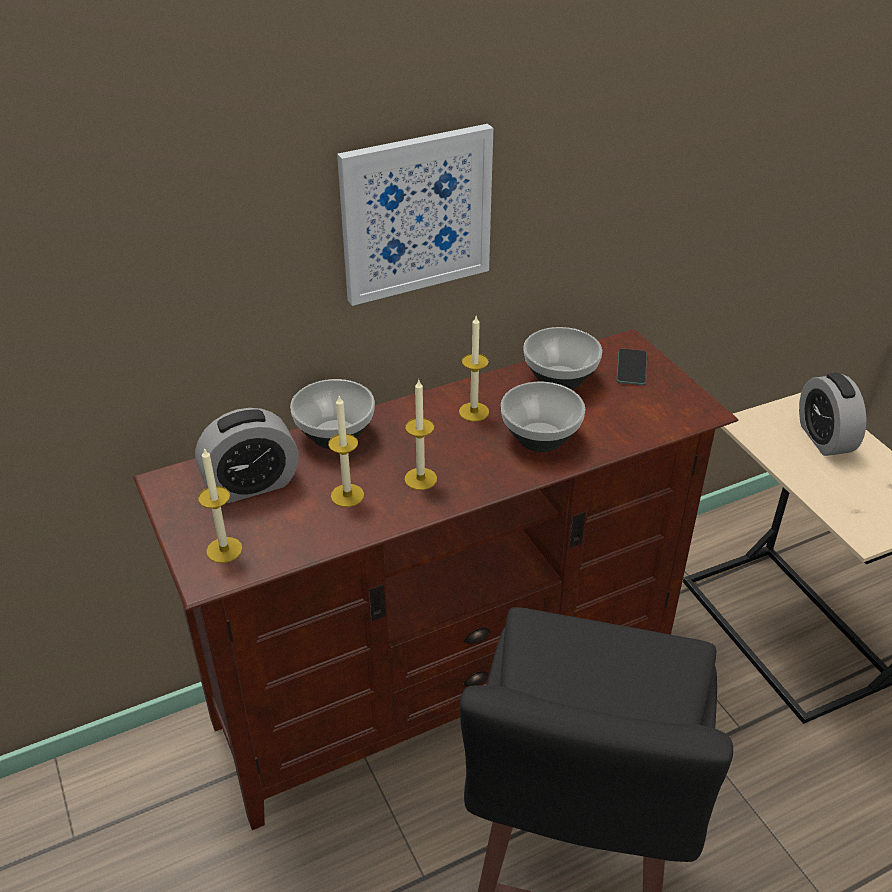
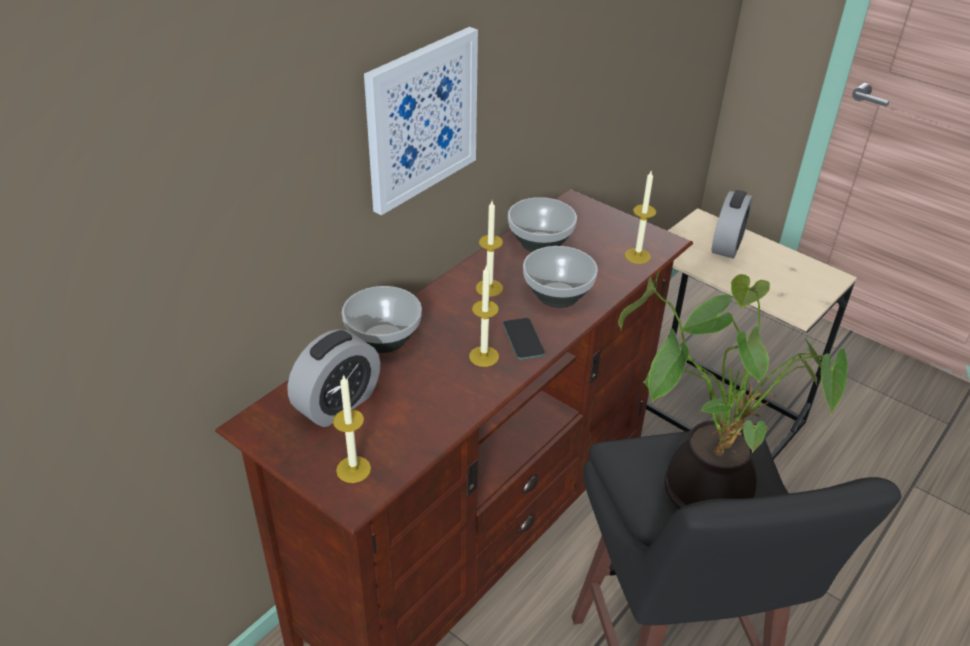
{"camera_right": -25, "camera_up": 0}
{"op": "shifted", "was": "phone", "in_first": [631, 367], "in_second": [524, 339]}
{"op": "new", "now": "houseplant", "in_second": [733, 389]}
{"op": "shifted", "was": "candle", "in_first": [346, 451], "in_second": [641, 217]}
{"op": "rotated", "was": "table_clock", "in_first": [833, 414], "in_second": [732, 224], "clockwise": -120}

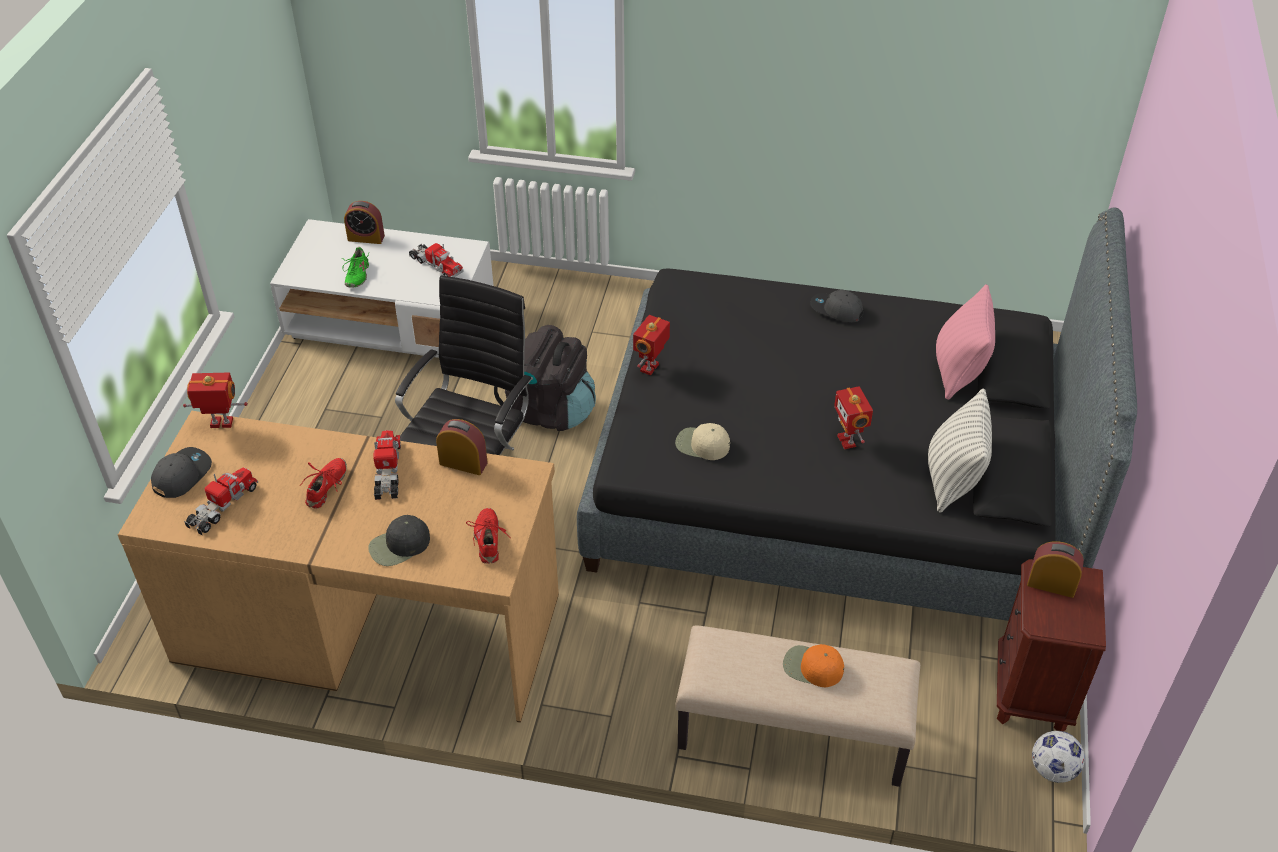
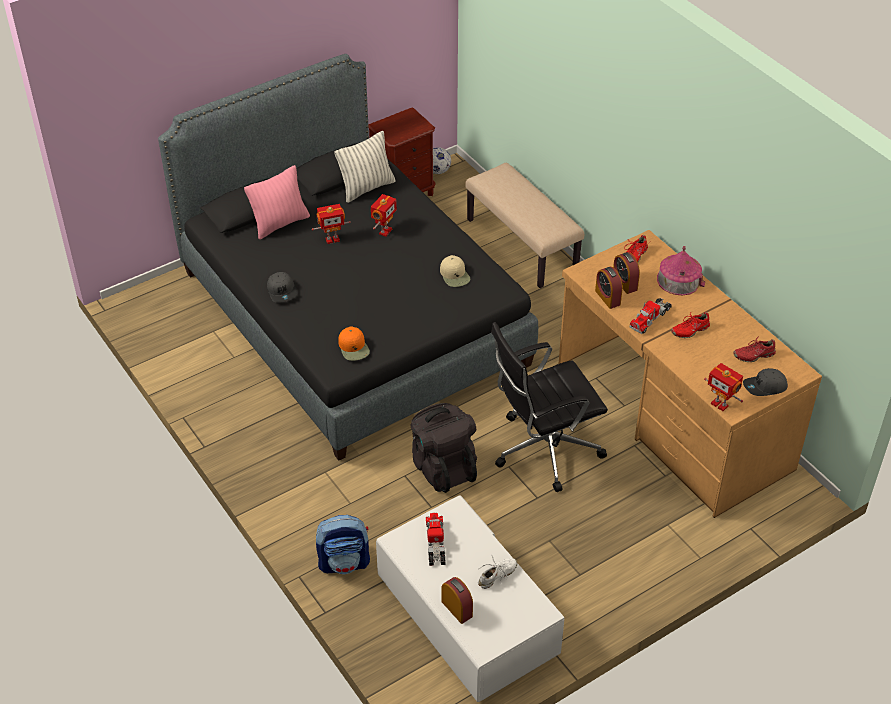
{"camera_right": -135, "camera_up": 0}
{"op": "shifted", "was": "robot_figure", "in_first": [651, 345], "in_second": [331, 224]}
{"op": "new", "now": "backpack", "in_second": [343, 544]}
{"op": "shifted", "was": "orange-coloured_peaked_cap", "in_first": [813, 665], "in_second": [354, 343]}
{"op": "repainted", "was": "green-coloured_shoe", "now": "white_shoe", "in_first": [355, 267], "in_second": [497, 571]}
{"op": "shifted", "was": "table_clock", "in_first": [1055, 569], "in_second": [626, 273]}
{"op": "swapped", "was": "black-coloured_peaked_cap", "now": "model_house", "in_first": [399, 540], "in_second": [681, 270]}
{"op": "swapped", "was": "toy_truck", "now": "reddish_shoe", "in_first": [221, 501], "in_second": [754, 349]}

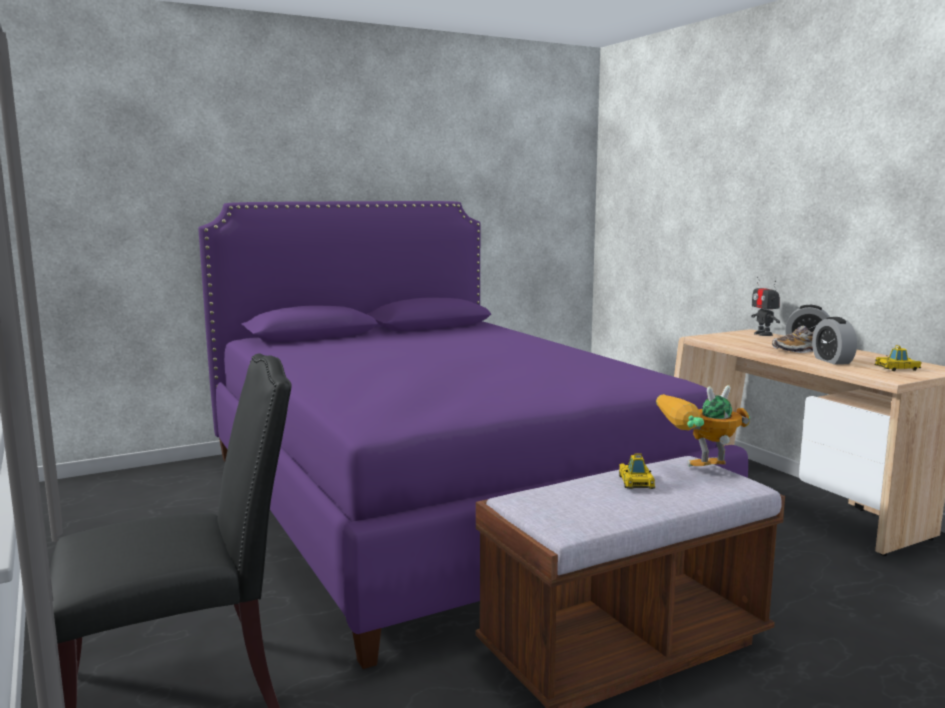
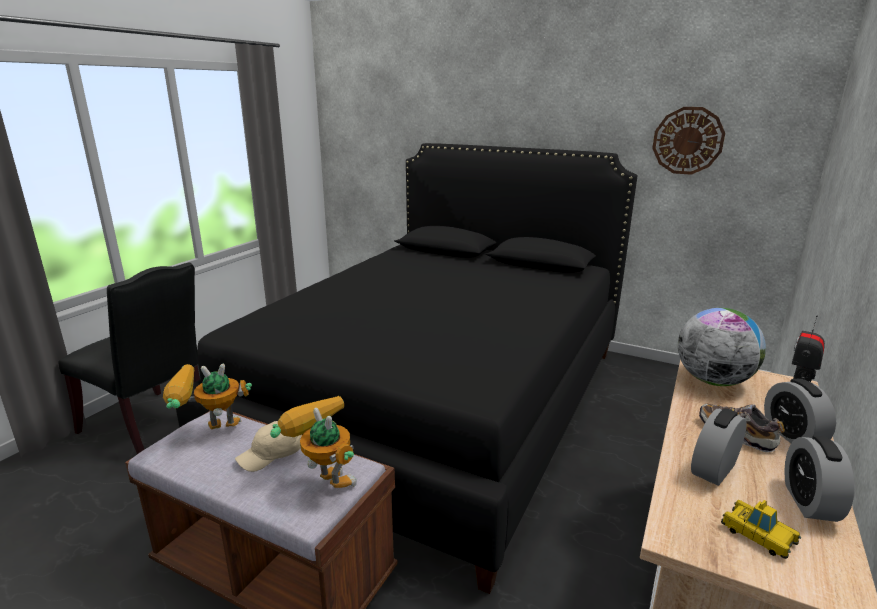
{"camera_right": 55, "camera_up": 10}
{"op": "new", "now": "robot_figure", "in_second": [207, 396]}
{"op": "repainted", "was": "purple_bedroom_bed", "now": "black-coloured_bedroom_bed", "in_first": [473, 435], "in_second": [406, 368]}
{"op": "swapped", "was": "toy_car", "now": "beige-coloured_peaked_cap", "in_first": [637, 471], "in_second": [268, 446]}
{"op": "new", "now": "hanging_clock", "in_second": [688, 141]}
{"op": "new", "now": "world_globe", "in_second": [722, 347]}
{"op": "new", "now": "table_clock", "in_second": [819, 478]}

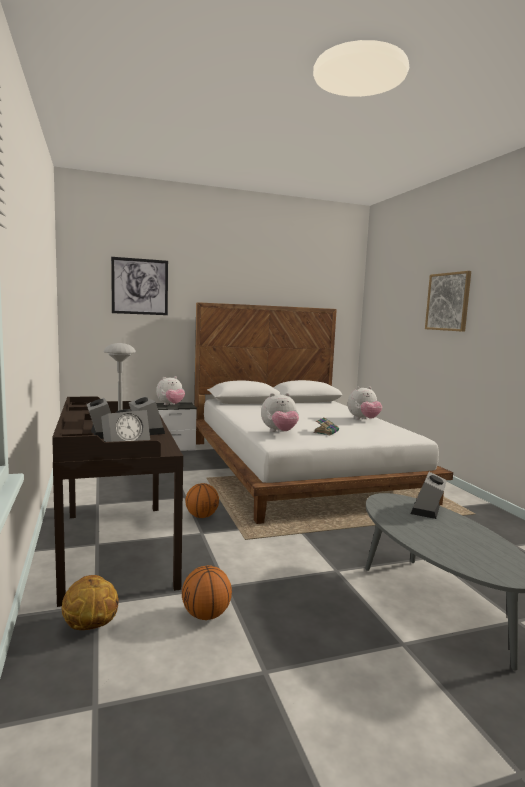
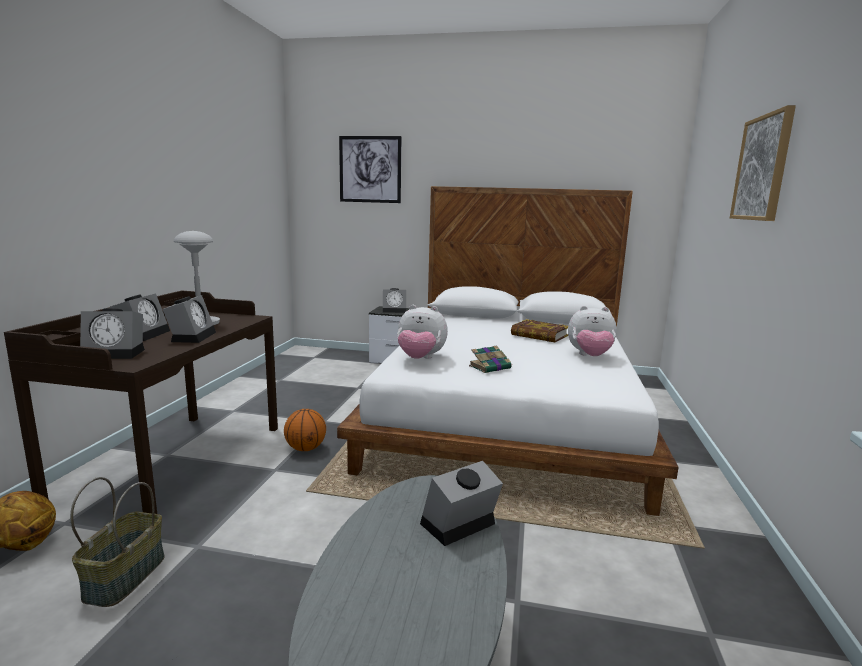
{"camera_right": 30, "camera_up": 5}
{"op": "swapped", "was": "basketball_ball", "now": "storage_basket", "in_first": [207, 592], "in_second": [117, 542]}
{"op": "swapped", "was": "cuddly_toy", "now": "table_clock", "in_first": [170, 390], "in_second": [394, 300]}
{"op": "new", "now": "bound_book", "in_second": [539, 330]}

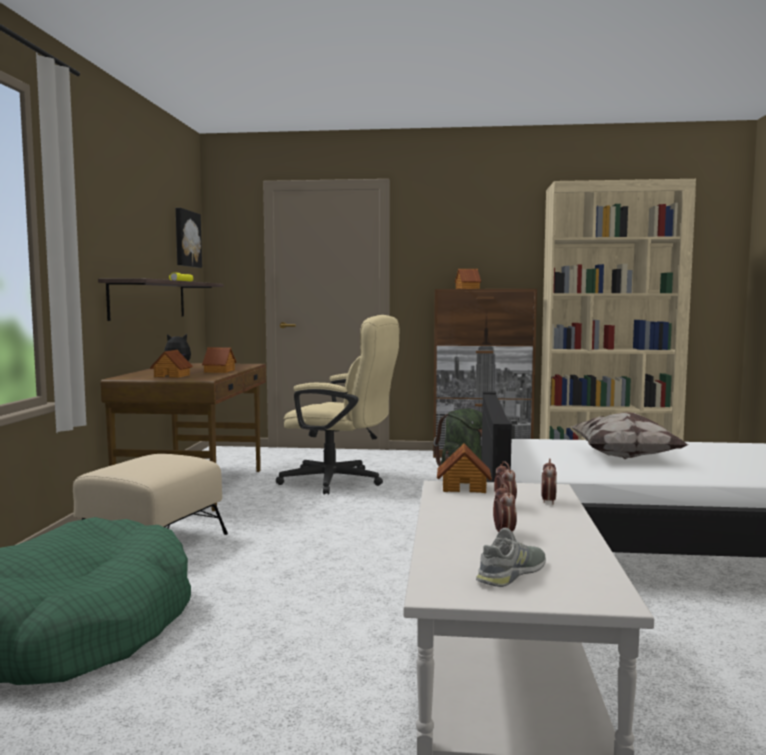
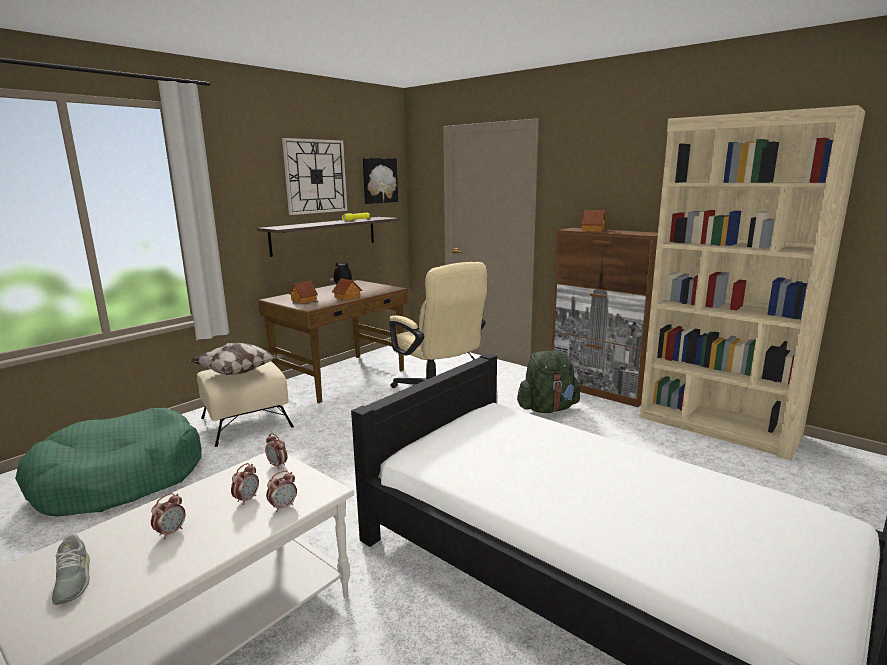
{"camera_right": 35, "camera_up": 10}
{"op": "rotated", "was": "greyish_shoe", "in_first": [511, 557], "in_second": [71, 569], "clockwise": 75}
{"op": "shifted", "was": "pillow", "in_first": [629, 435], "in_second": [237, 358]}
{"op": "swapped", "was": "model_house", "now": "table_clock", "in_first": [464, 468], "in_second": [276, 451]}
{"op": "new", "now": "hanging_clock", "in_second": [315, 176]}

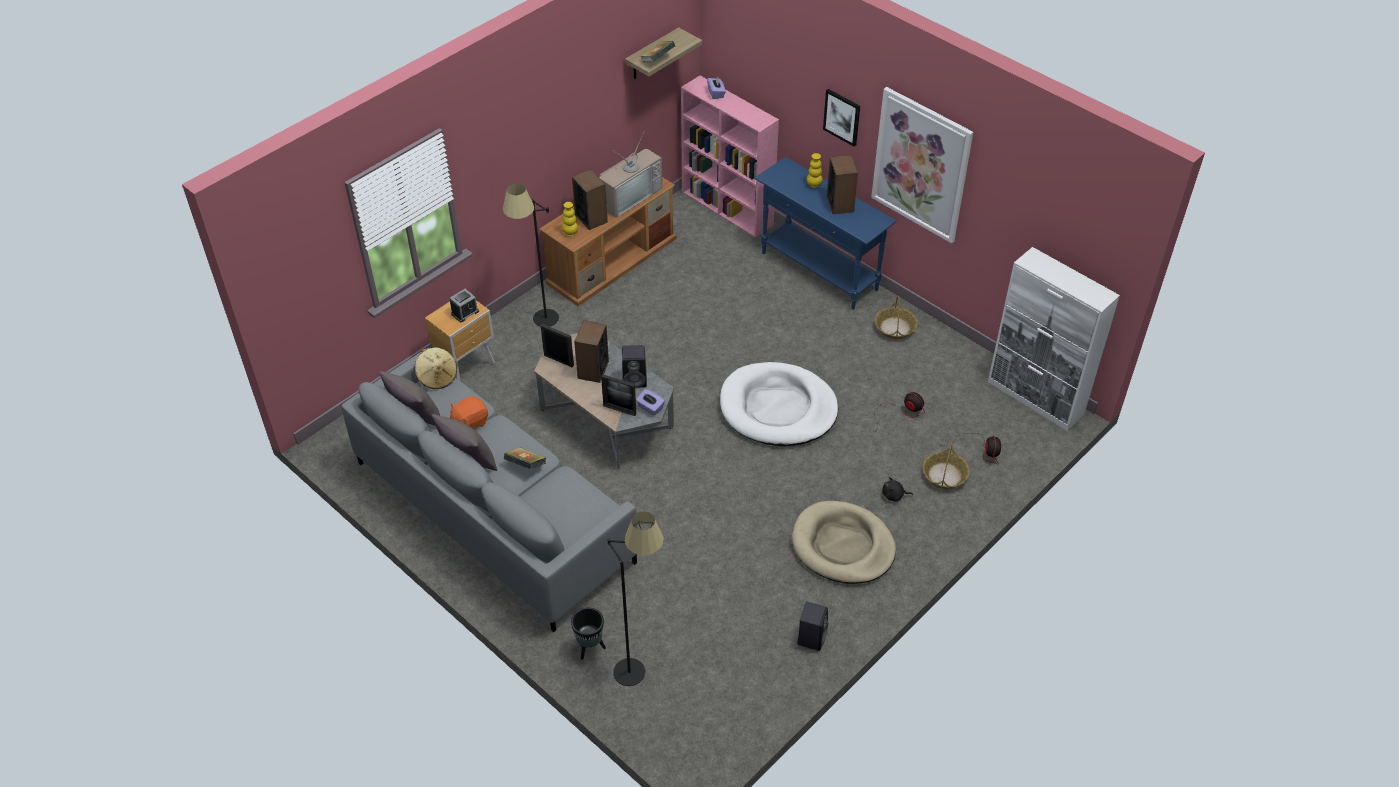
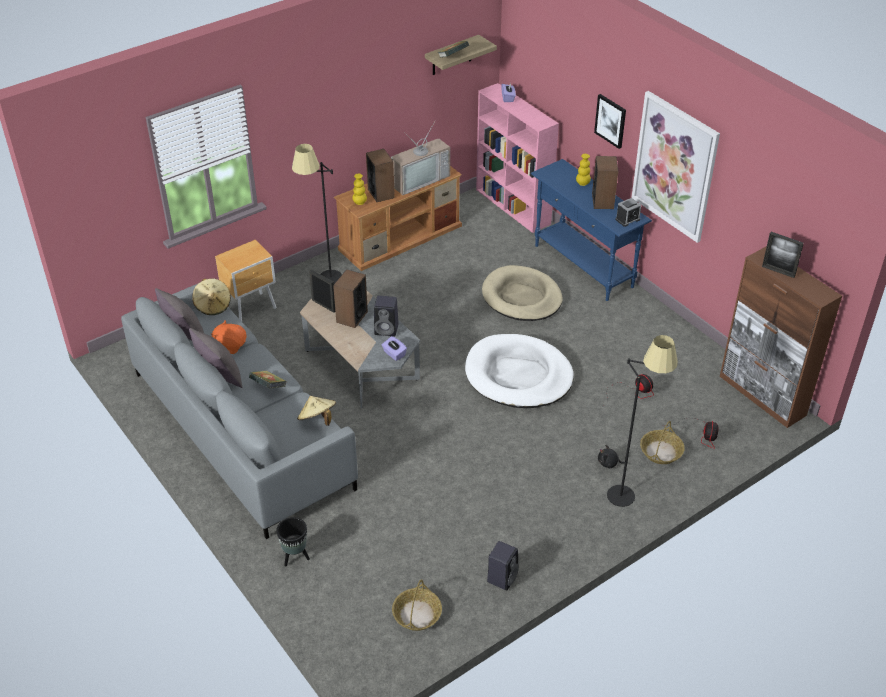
{"camera_right": 10, "camera_up": -5}
{"op": "rotated", "was": "orange-coloured_cuddly_toy", "in_first": [469, 412], "in_second": [229, 337], "clockwise": 45}
{"op": "new", "now": "beige-coloured_hat", "in_second": [316, 411]}
{"op": "shifted", "was": "storage_basket", "in_first": [896, 317], "in_second": [417, 605]}
{"op": "shifted", "was": "beige-coloured_dog_cushion", "in_first": [844, 542], "in_second": [522, 293]}
{"op": "shifted", "was": "black-coloured_floor_lamp", "in_first": [636, 598], "in_second": [642, 421]}
{"op": "shifted", "was": "table_clock", "in_first": [464, 305], "in_second": [628, 212]}
{"op": "repainted", "was": "white_storage_cabinet", "now": "brownish_storage_cabinet", "in_first": [1054, 339], "in_second": [781, 337]}
{"op": "shifted", "was": "picture_frame", "in_first": [618, 395], "in_second": [783, 255]}

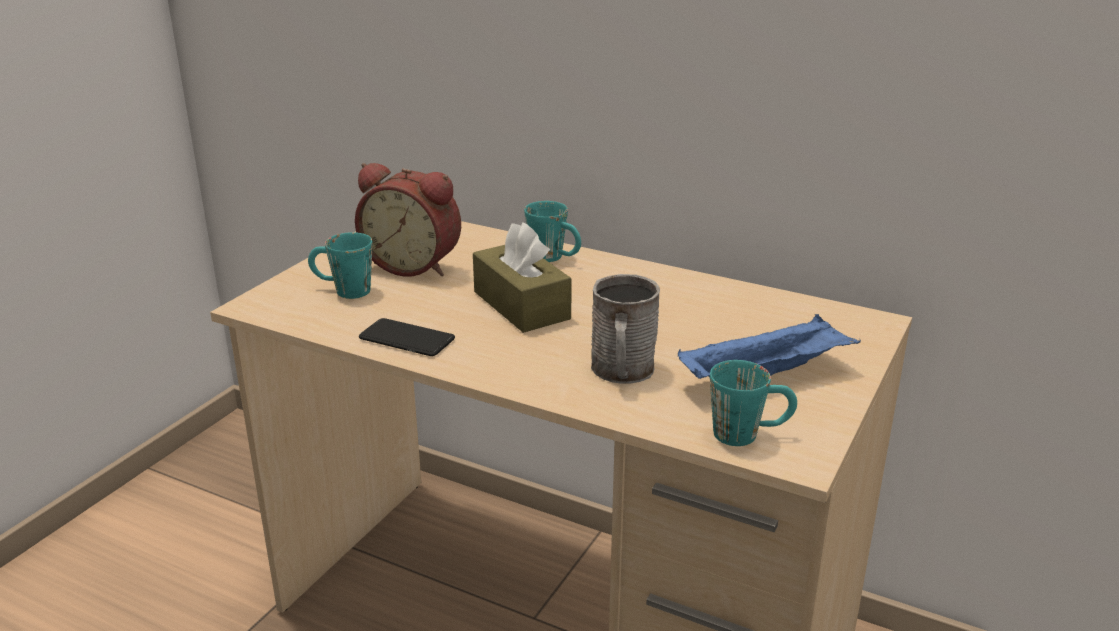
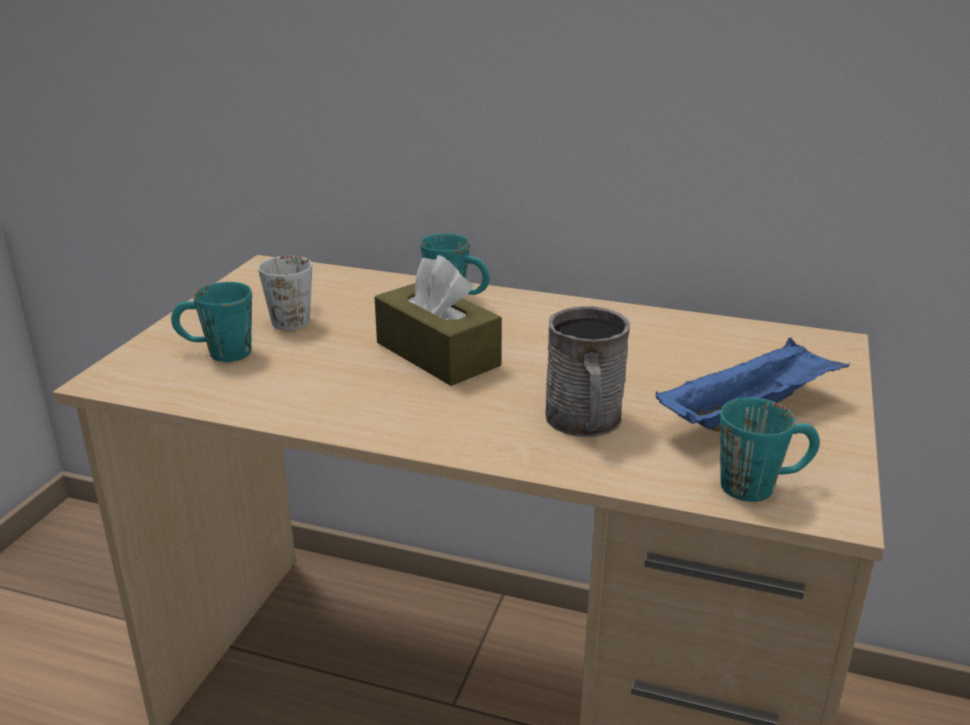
{"camera_right": -10, "camera_up": 0}
{"op": "swapped", "was": "table_clock", "now": "white_mug", "in_first": [408, 220], "in_second": [285, 292]}
{"op": "gone", "was": "phone", "in_first": [407, 337]}

